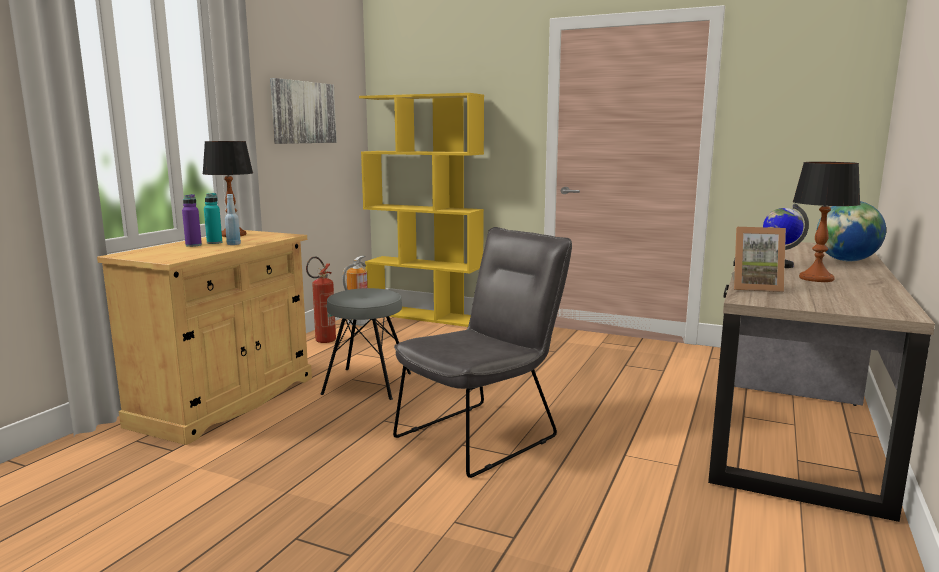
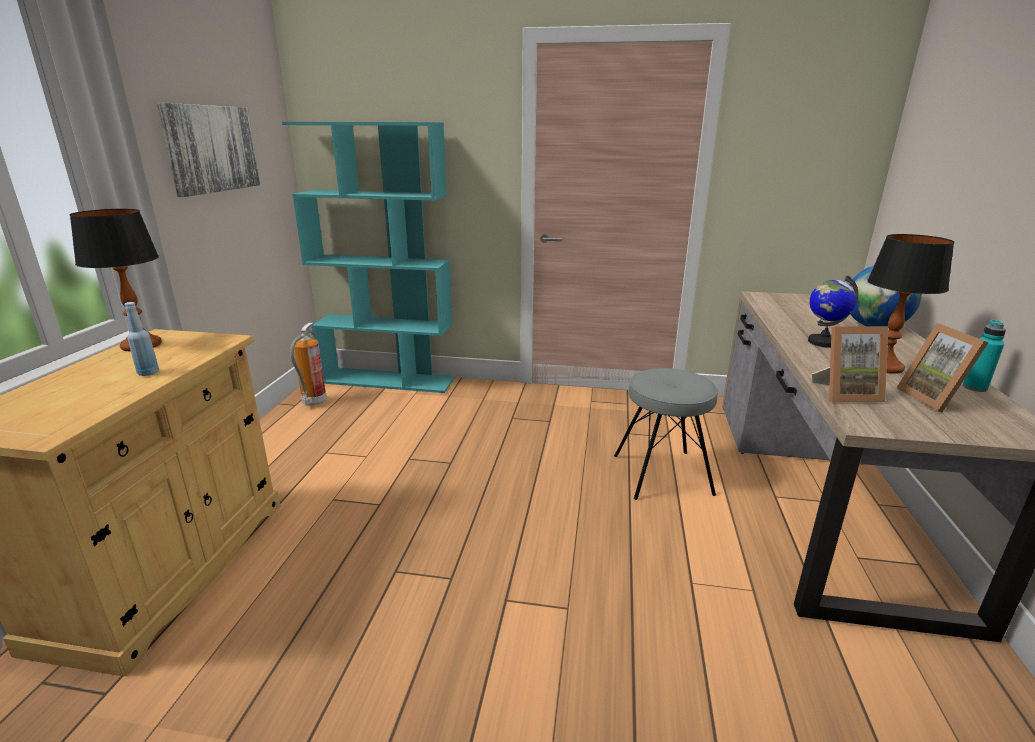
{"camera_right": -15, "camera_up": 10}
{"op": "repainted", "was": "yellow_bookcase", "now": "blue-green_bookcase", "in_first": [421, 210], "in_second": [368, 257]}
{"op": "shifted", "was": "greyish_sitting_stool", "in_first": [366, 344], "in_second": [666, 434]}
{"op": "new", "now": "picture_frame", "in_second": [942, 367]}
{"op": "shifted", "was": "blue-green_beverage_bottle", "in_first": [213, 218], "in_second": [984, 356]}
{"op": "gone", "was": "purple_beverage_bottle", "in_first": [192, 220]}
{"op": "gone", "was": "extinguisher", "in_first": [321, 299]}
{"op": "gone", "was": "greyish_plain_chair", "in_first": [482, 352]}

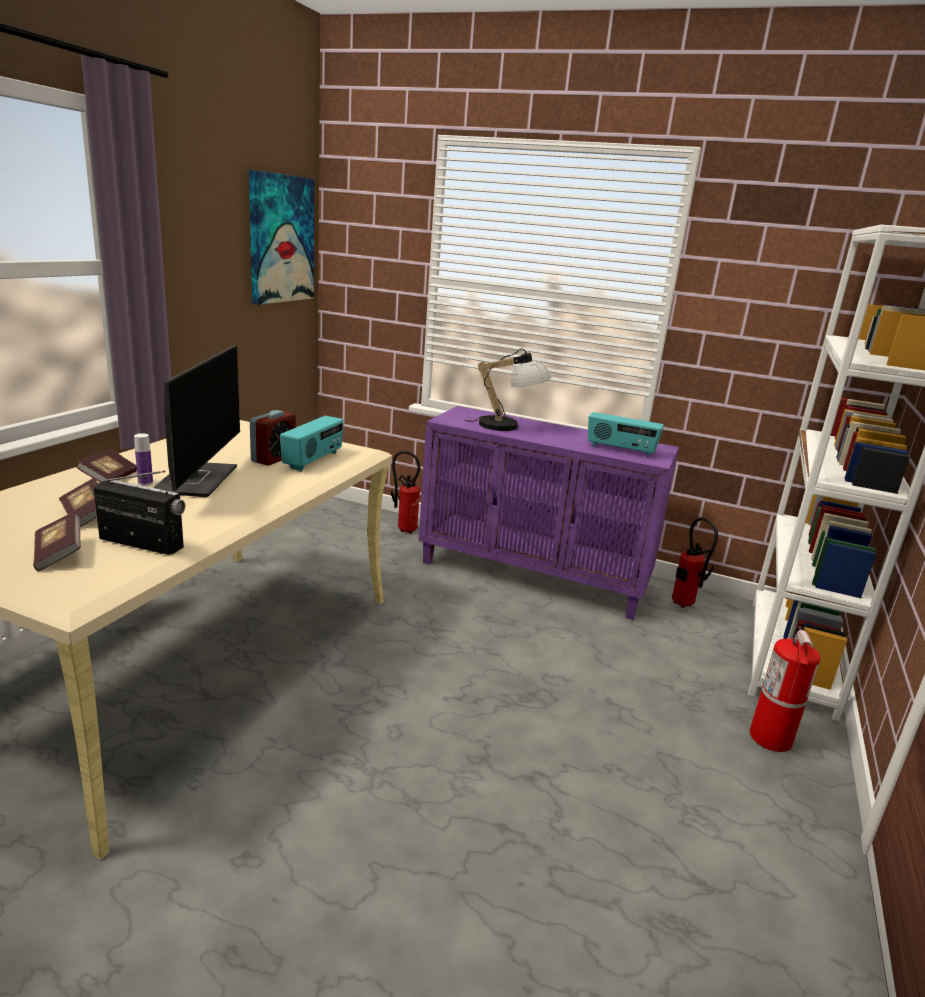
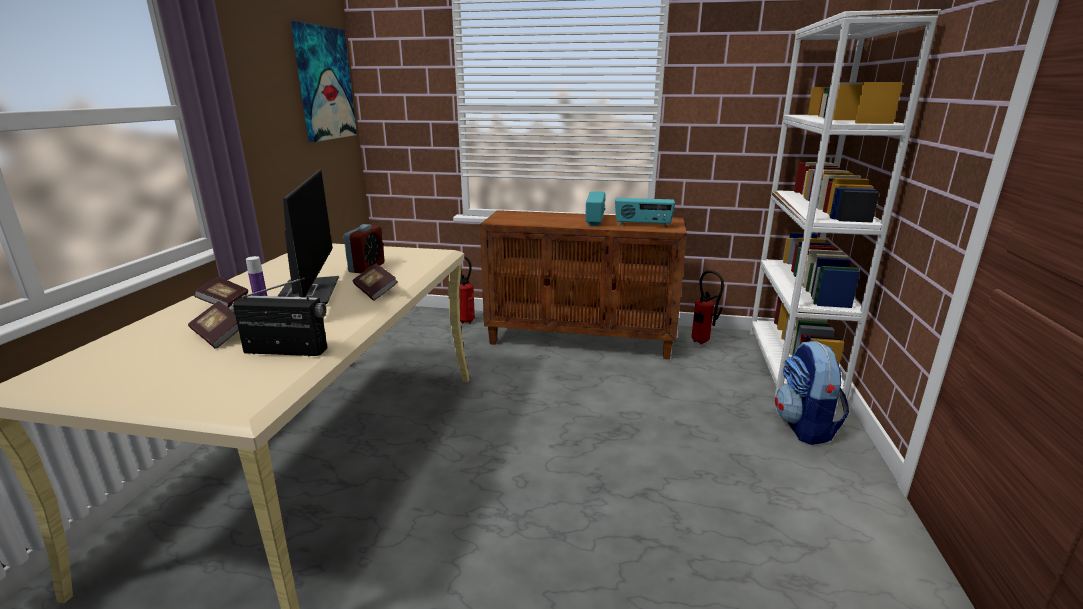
{"camera_right": -10, "camera_up": 0}
{"op": "shifted", "was": "bound_book", "in_first": [57, 541], "in_second": [375, 282]}
{"op": "repainted", "was": "purple_storage_cabinet", "now": "brownish_storage_cabinet", "in_first": [548, 513], "in_second": [583, 284]}
{"op": "shifted", "was": "radio_receiver", "in_first": [312, 443], "in_second": [595, 208]}
{"op": "swapped", "was": "extinguisher", "now": "backpack", "in_first": [785, 689], "in_second": [812, 393]}
{"op": "gone", "was": "tabletop_lamp", "in_first": [508, 389]}

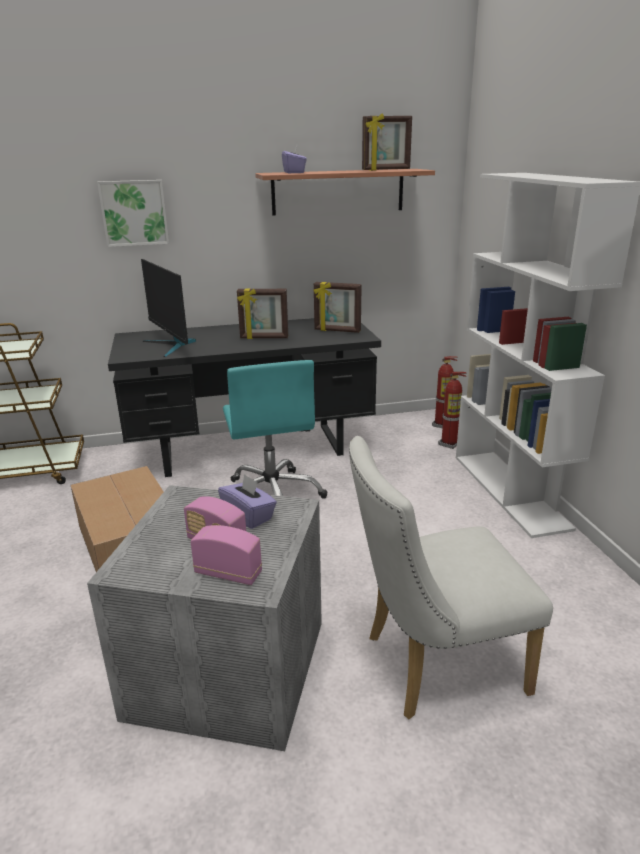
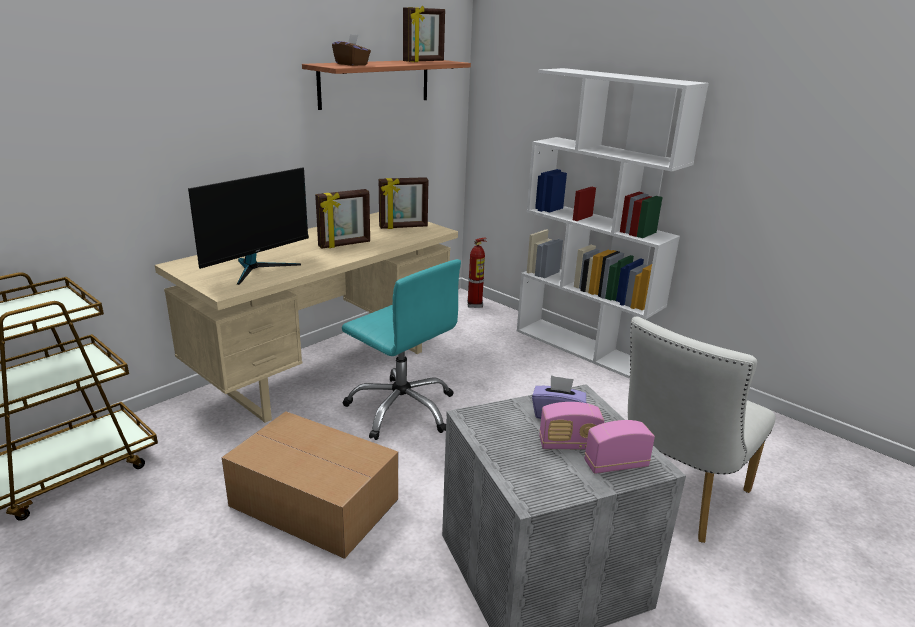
{"camera_right": -35, "camera_up": 0}
{"op": "repainted", "was": "black-coloured_desk_unit", "now": "beige-coloured_desk_unit", "in_first": [244, 397], "in_second": [306, 317]}
{"op": "rotated", "was": "computer_display", "in_first": [168, 308], "in_second": [248, 226], "clockwise": -75}
{"op": "repainted", "was": "purple_tissue_box", "now": "brownish_tissue_box", "in_first": [294, 158], "in_second": [351, 50]}
{"op": "gone", "was": "wall_picture", "in_first": [133, 213]}
{"op": "gone", "was": "extinguisher", "in_first": [452, 410]}

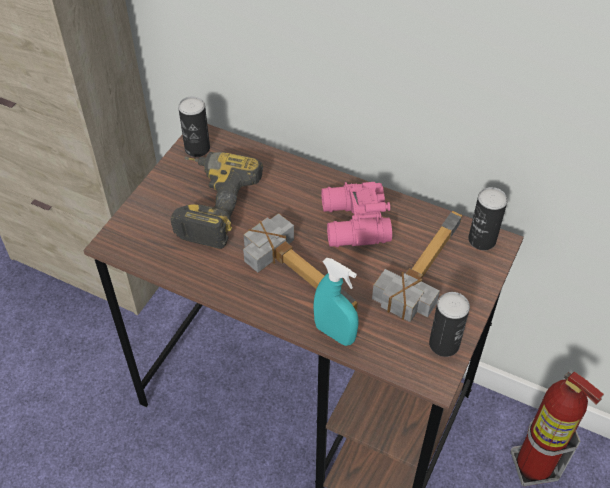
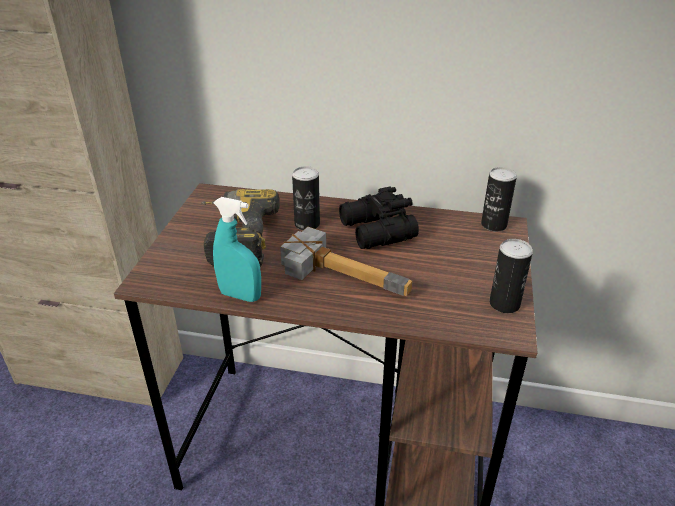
{"camera_right": -15, "camera_up": -15}
{"op": "shifted", "was": "blue-green_sprayer", "in_first": [335, 302], "in_second": [237, 249]}
{"op": "shifted", "was": "sealed_can", "in_first": [194, 126], "in_second": [306, 198]}
{"op": "repainted", "was": "pink_field_glasses", "now": "black-coloured_field_glasses", "in_first": [356, 214], "in_second": [379, 218]}
{"op": "gone", "was": "tool_hammer", "in_first": [417, 266]}
{"op": "gone", "was": "extinguisher", "in_first": [557, 429]}

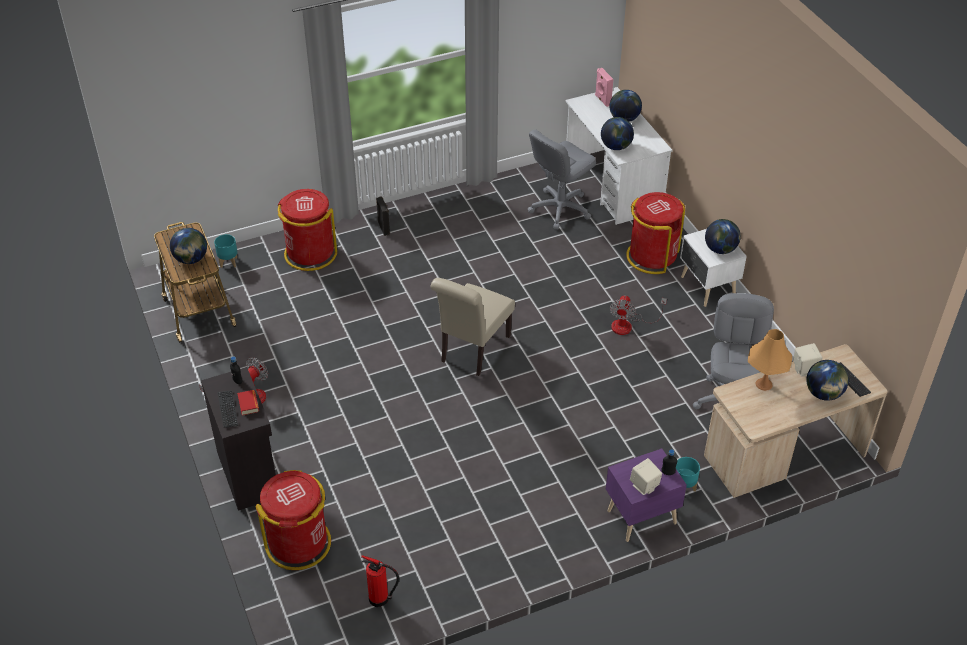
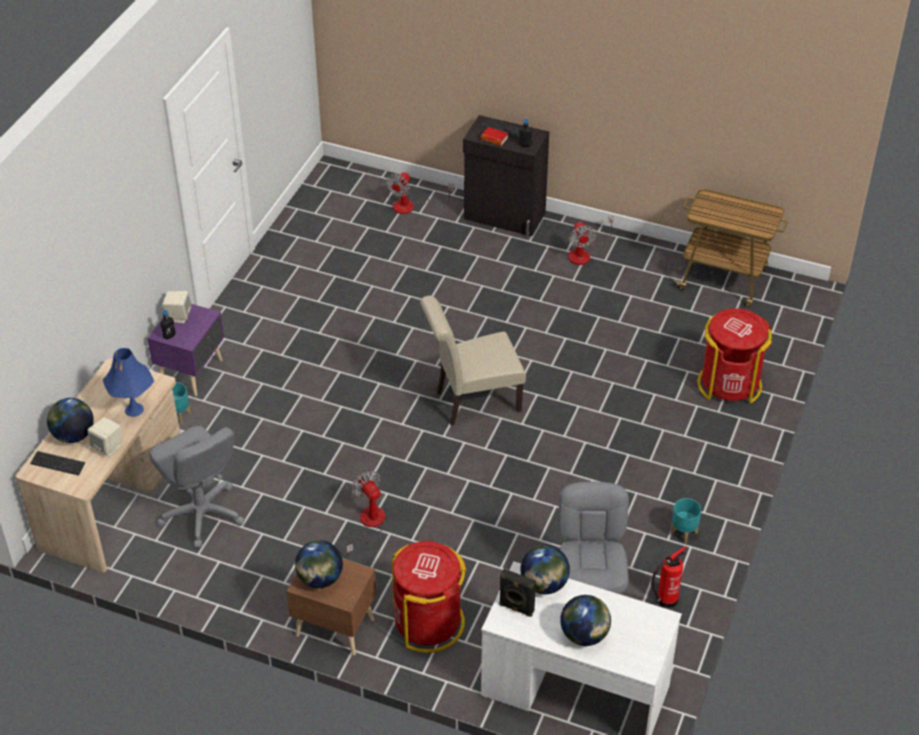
{"camera_right": 135, "camera_up": 0}
{"op": "repainted", "was": "orange-coloured_tabletop_lamp", "now": "bluish_tabletop_lamp", "in_first": [770, 360], "in_second": [128, 382]}
{"op": "repainted", "was": "white_bedside_table", "now": "brownish_bedside_table", "in_first": [713, 268], "in_second": [331, 607]}
{"op": "swapped", "was": "reddish_waste_bin", "now": "electric_fan", "in_first": [293, 520], "in_second": [420, 193]}
{"op": "rotated", "was": "beige-coloured_plain_chair", "in_first": [473, 327], "in_second": [473, 361], "clockwise": -90}
{"op": "shifted", "was": "black-coloured_speaker", "in_first": [383, 216], "in_second": [517, 593]}
{"op": "shifted", "was": "extinguisher", "in_first": [380, 581], "in_second": [669, 577]}
{"op": "shifted", "was": "blue-green_flower_pot", "in_first": [225, 251], "in_second": [685, 521]}
{"op": "gone", "was": "world_globe", "in_first": [188, 246]}
{"op": "gone", "was": "pink_speaker", "in_first": [604, 87]}

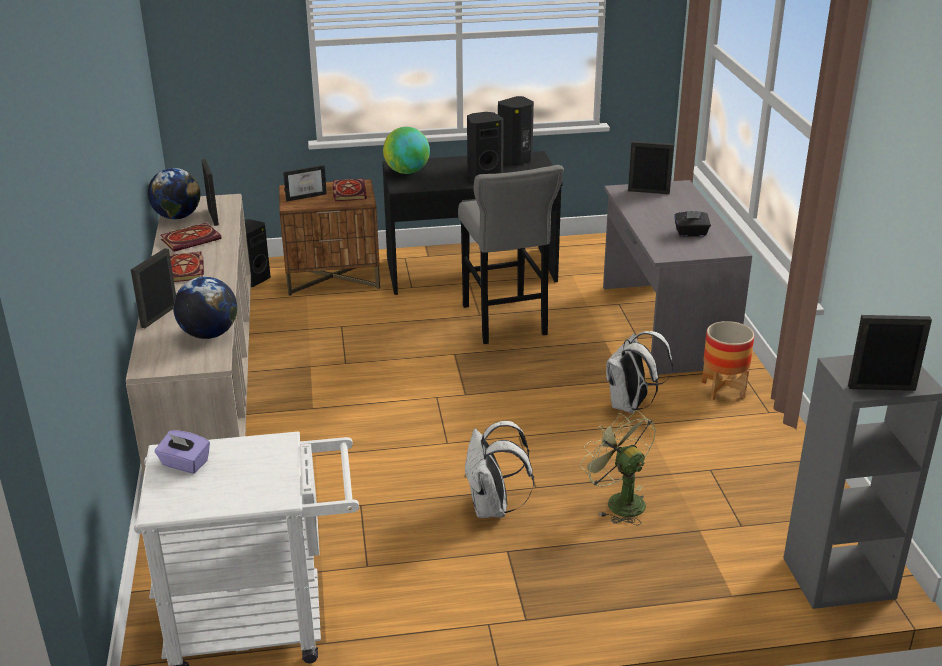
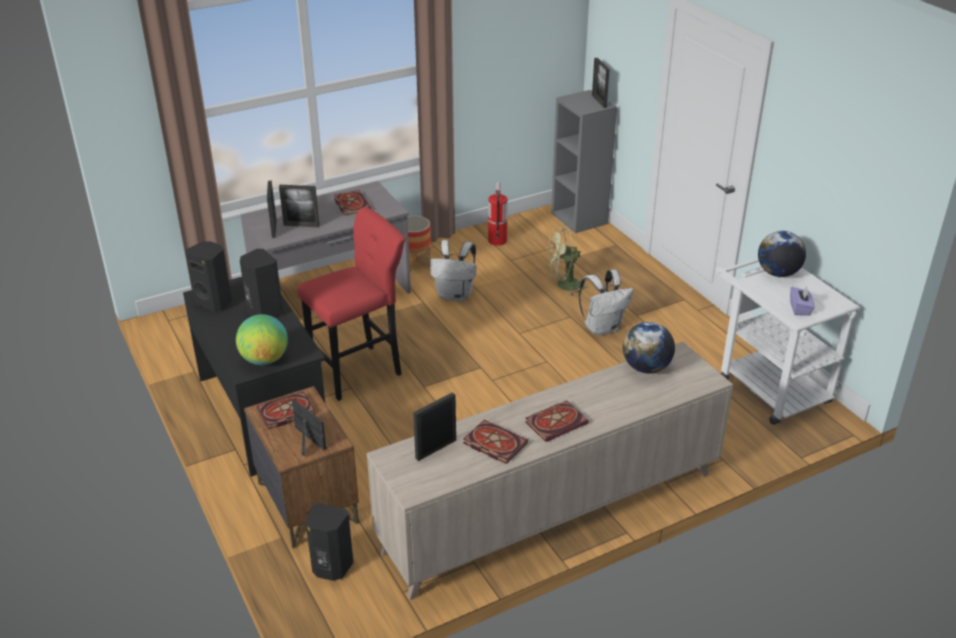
{"camera_right": -110, "camera_up": 5}
{"op": "shifted", "was": "picture_frame", "in_first": [153, 288], "in_second": [299, 206]}
{"op": "repainted", "was": "greyish_sitting_stool", "now": "reddish_sitting_stool", "in_first": [511, 254], "in_second": [351, 304]}
{"op": "swapped", "was": "black-coloured_tissue_box", "now": "bound_book", "in_first": [692, 224], "in_second": [352, 202]}
{"op": "new", "now": "extinguisher", "in_second": [498, 214]}
{"op": "rotated", "was": "green-coloured_electric_fan", "in_first": [618, 468], "in_second": [567, 261], "clockwise": 45}
{"op": "shifted", "was": "world_globe", "in_first": [174, 193], "in_second": [782, 254]}

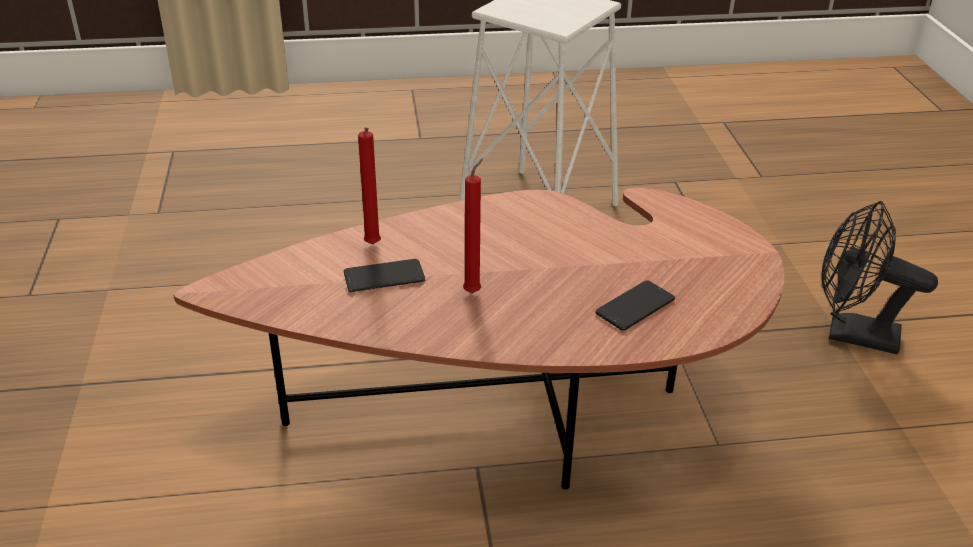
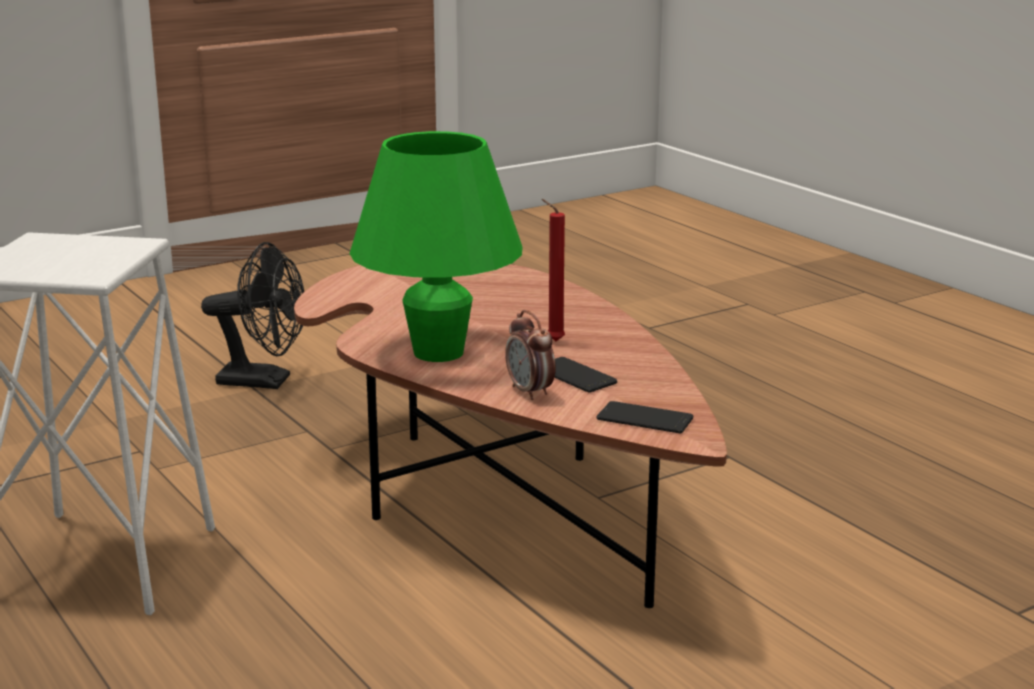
{"camera_right": -115, "camera_up": -15}
{"op": "rotated", "was": "black-coloured_electric_fan", "in_first": [880, 277], "in_second": [252, 315], "clockwise": -75}
{"op": "new", "now": "green-coloured_tabletop_lamp", "in_second": [436, 246]}
{"op": "swapped", "was": "reddish_candle", "now": "table_clock", "in_first": [369, 186], "in_second": [530, 355]}
{"op": "shifted", "was": "phone", "in_first": [635, 305], "in_second": [645, 417]}

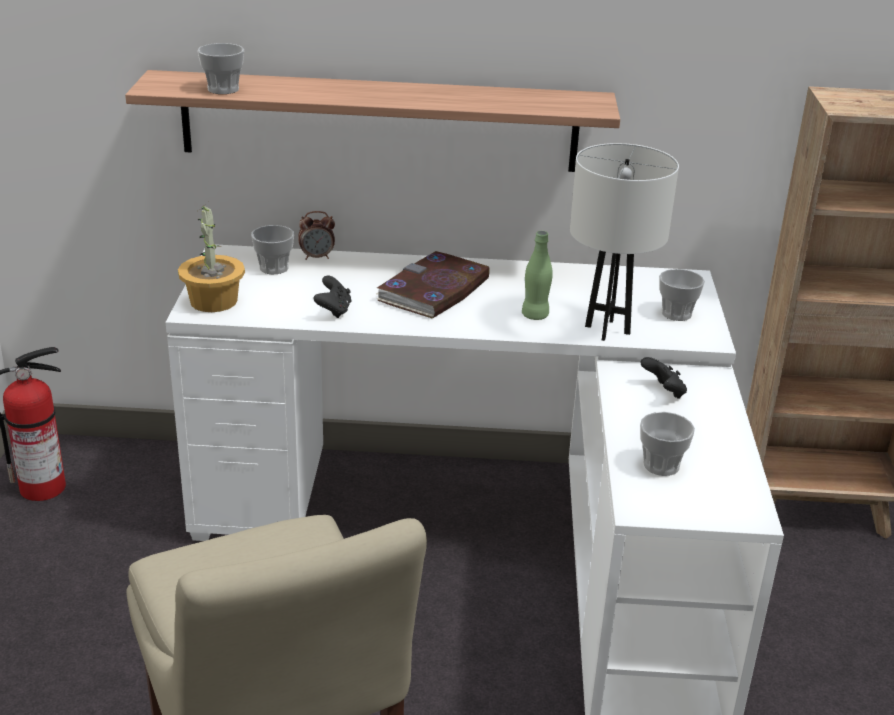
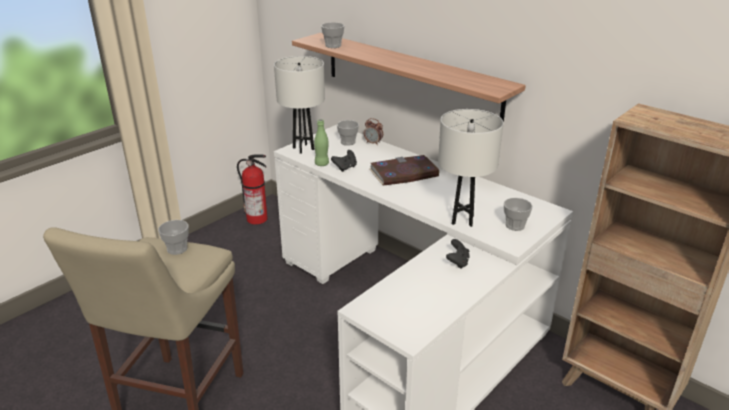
{"camera_right": 40, "camera_up": 0}
{"op": "shifted", "was": "small_cup", "in_first": [667, 444], "in_second": [173, 237]}
{"op": "swapped", "was": "houseplant", "now": "white_tabletop_lamp", "in_first": [211, 257], "in_second": [299, 105]}
{"op": "shifted", "was": "green-coloured_beverage_bottle", "in_first": [537, 275], "in_second": [321, 142]}

